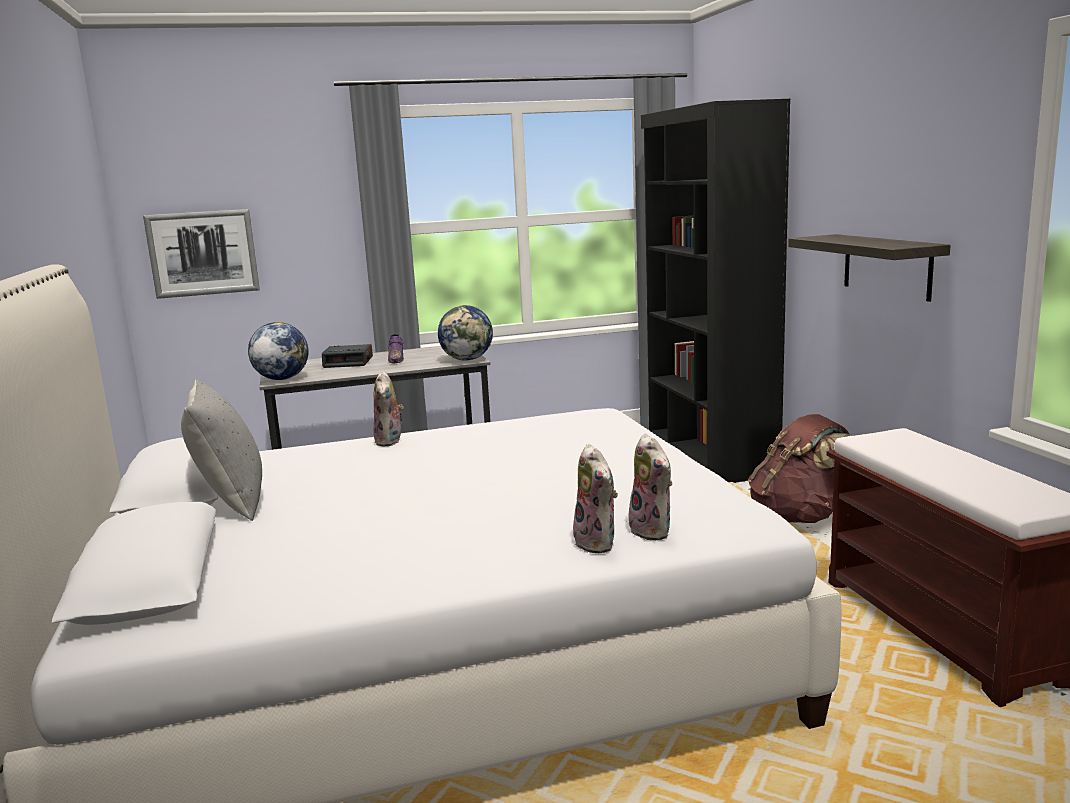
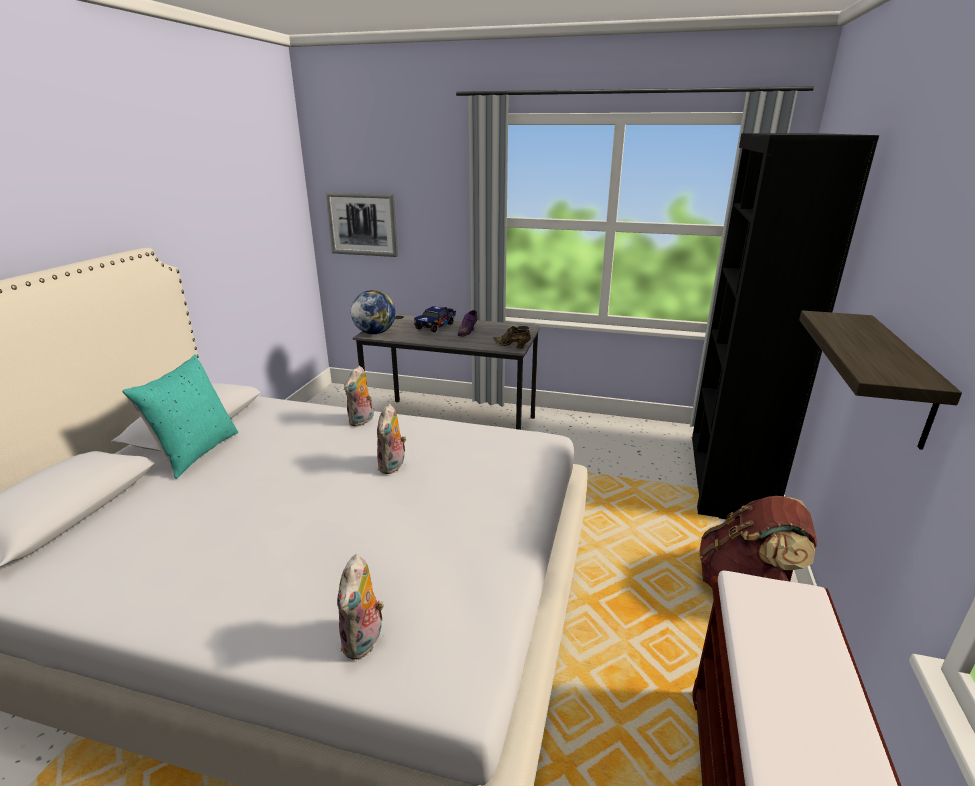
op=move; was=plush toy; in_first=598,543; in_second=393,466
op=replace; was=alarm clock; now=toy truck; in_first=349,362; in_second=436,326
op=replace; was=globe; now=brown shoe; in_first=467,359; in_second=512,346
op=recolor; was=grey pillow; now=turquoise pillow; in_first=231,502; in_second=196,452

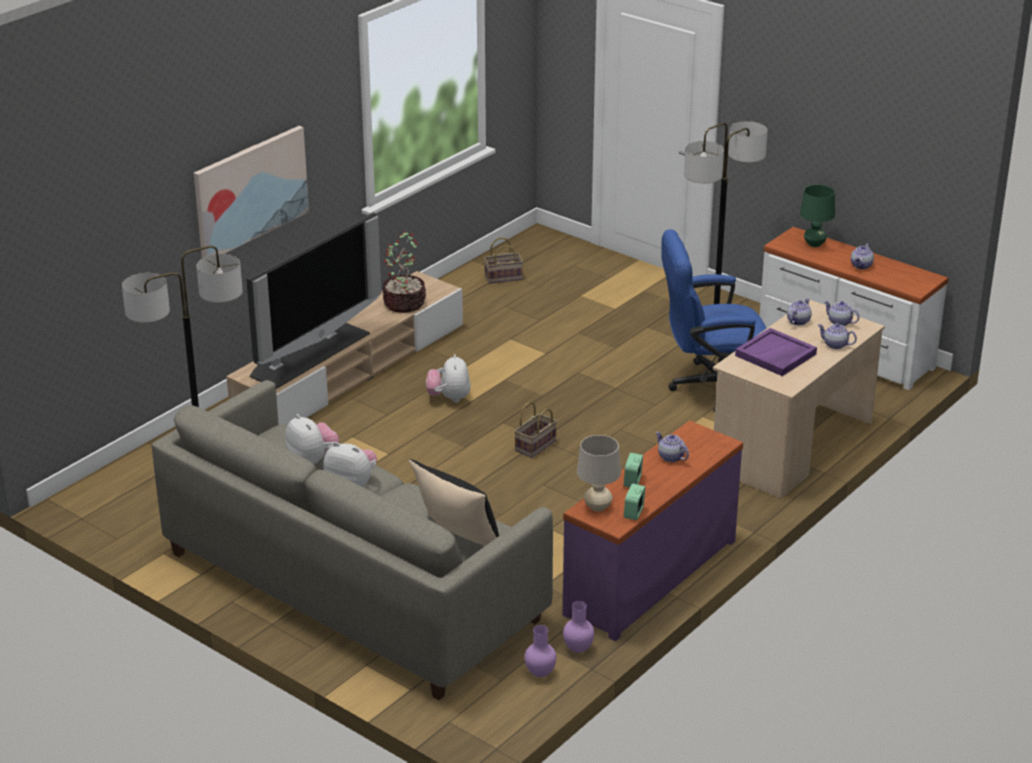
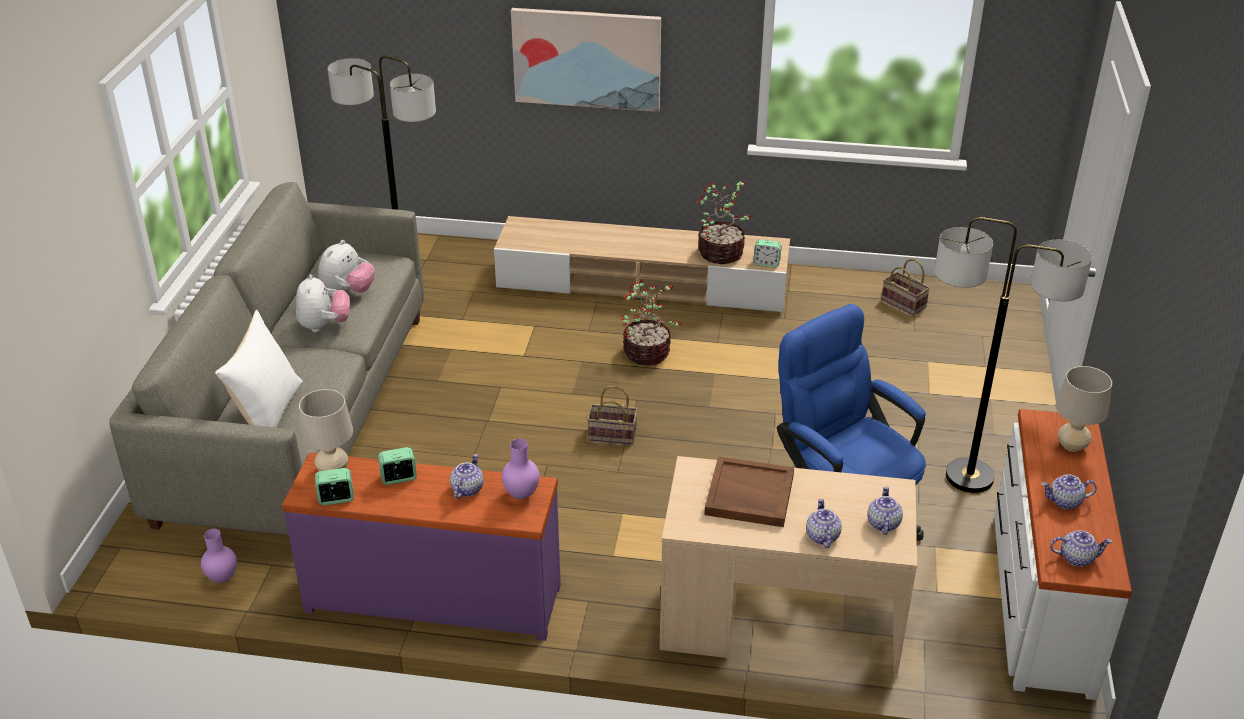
op=delete; was=television; in_first=308,353
op=insert; now=alarm clock; in_second=766,263
op=move; was=purple vase; in_first=577,649; in_second=522,494
op=move; was=teapot; in_first=798,321; in_second=1077,558
op=replace; was=plush toy; now=potted plant; in_first=449,398; in_second=648,353
op=recolor; was=black pillow; now=white pillow; in_first=457,538; in_second=268,413
op=recolor; was=purple tray; now=brown tray; in_first=775,355; in_second=748,495
op=recolor; was=green table lamp; now=beige table lamp; in_first=814,244; in_second=1072,446

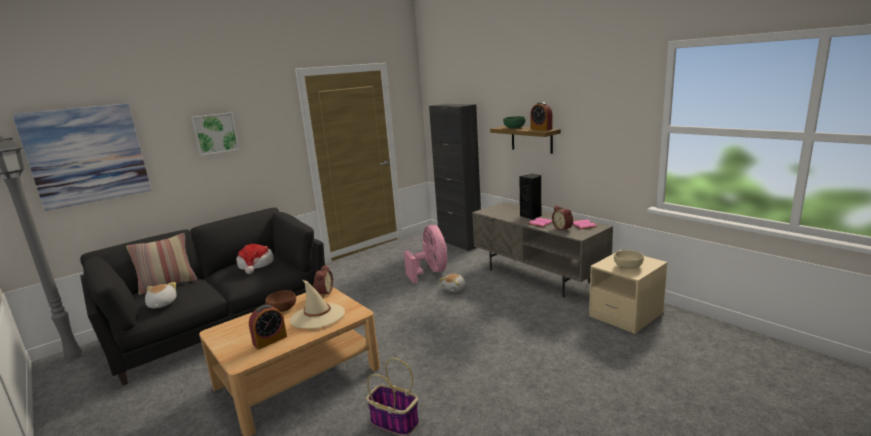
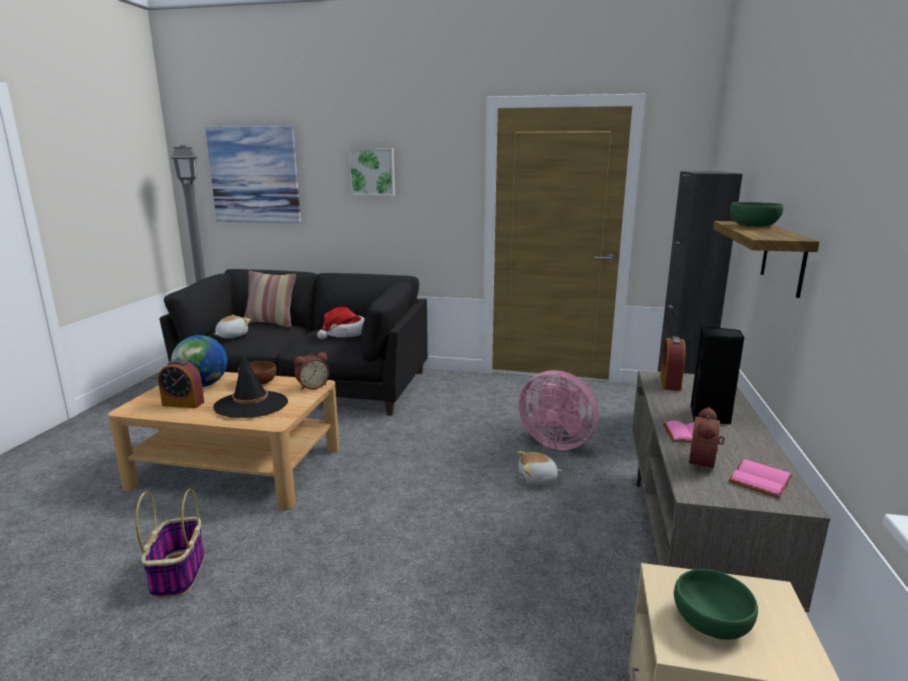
op=insert; now=globe; in_second=202,385
op=move; was=alarm clock; in_first=541,129; in_second=670,383
op=recolor; was=beige hat; now=black hat; in_first=317,316; in_second=251,405
op=recolor; was=beige bowl; now=green bowl; in_first=628,266; in_second=712,622
op=rotate; was=pink fan; in_first=430,272; in_second=556,442; clockwise=90

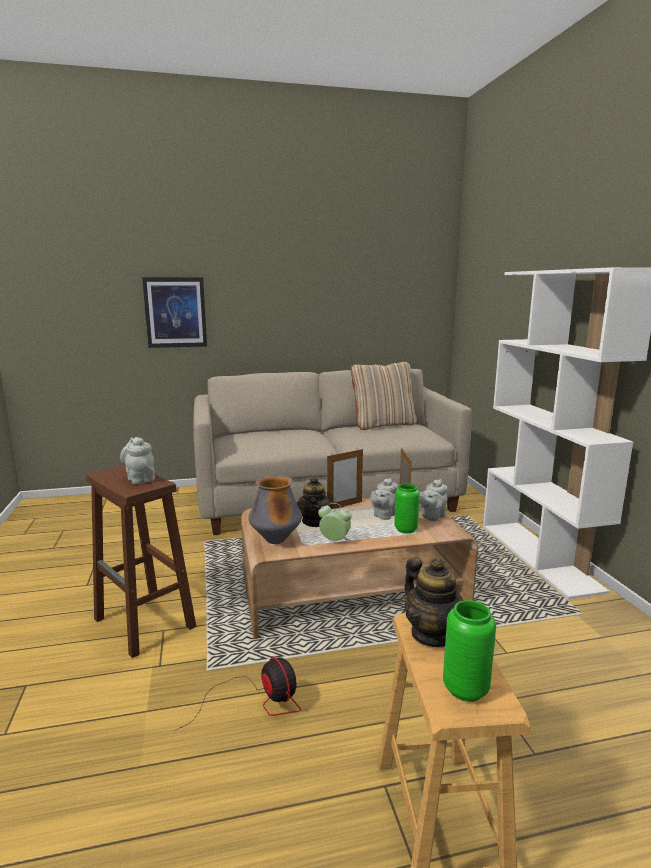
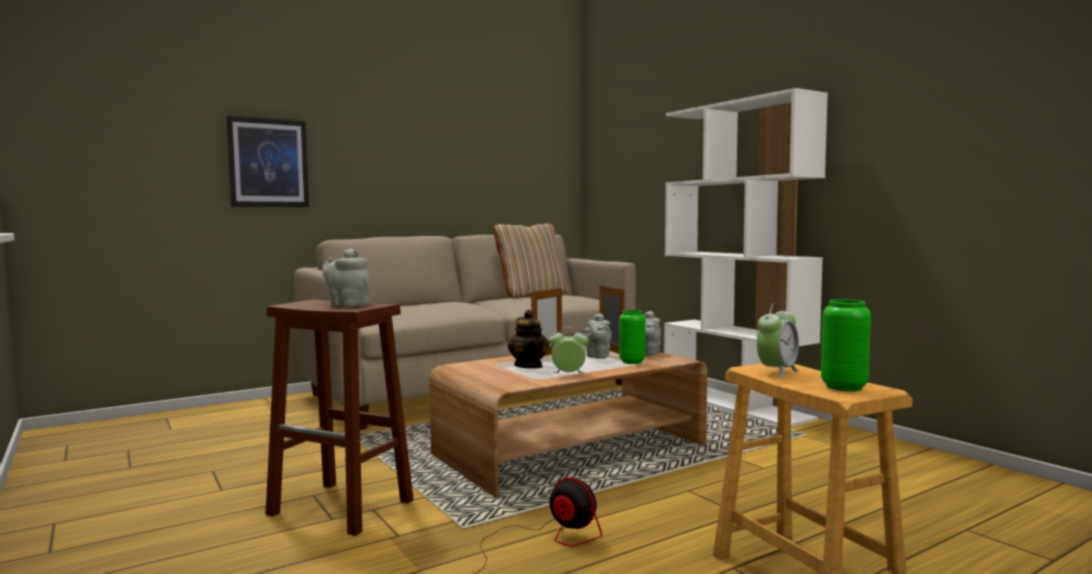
op=delete; was=vase; in_first=276,540
op=replace; was=teapot; now=alarm clock; in_first=433,635; in_second=777,372

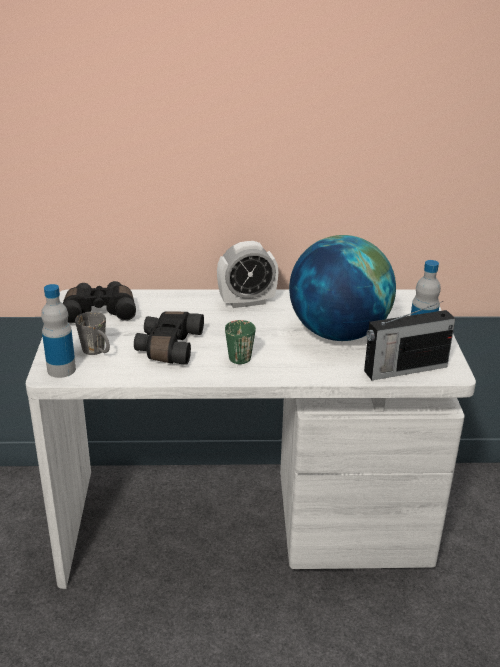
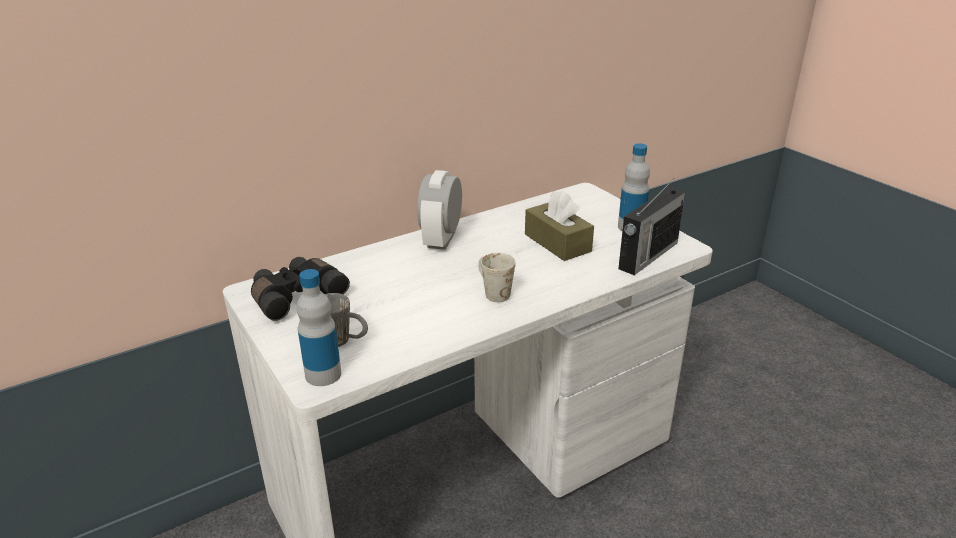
op=delete; was=black binoculars; in_first=168,347
op=replace; was=globe; now=brown tissue box; in_first=338,333; in_second=557,243
op=recolor; was=green mug; now=white mug; in_first=239,354; in_second=492,292
op=rotate; was=alarm clock; in_first=247,302; in_second=441,239; clockwise=150

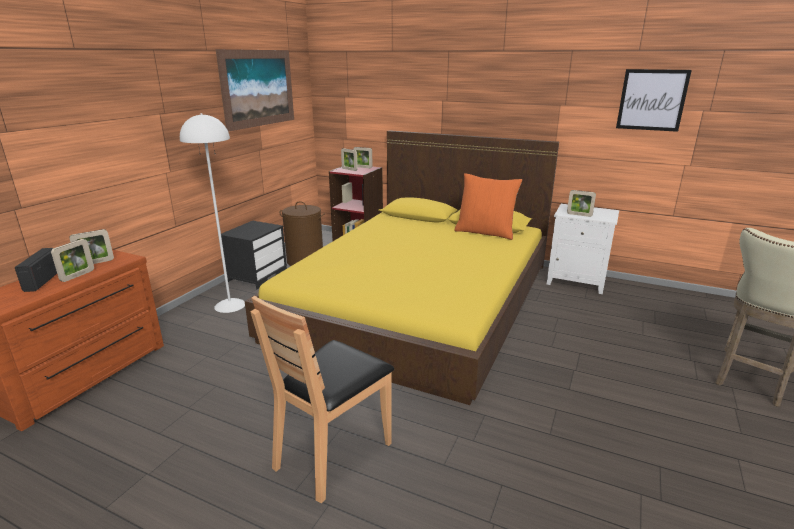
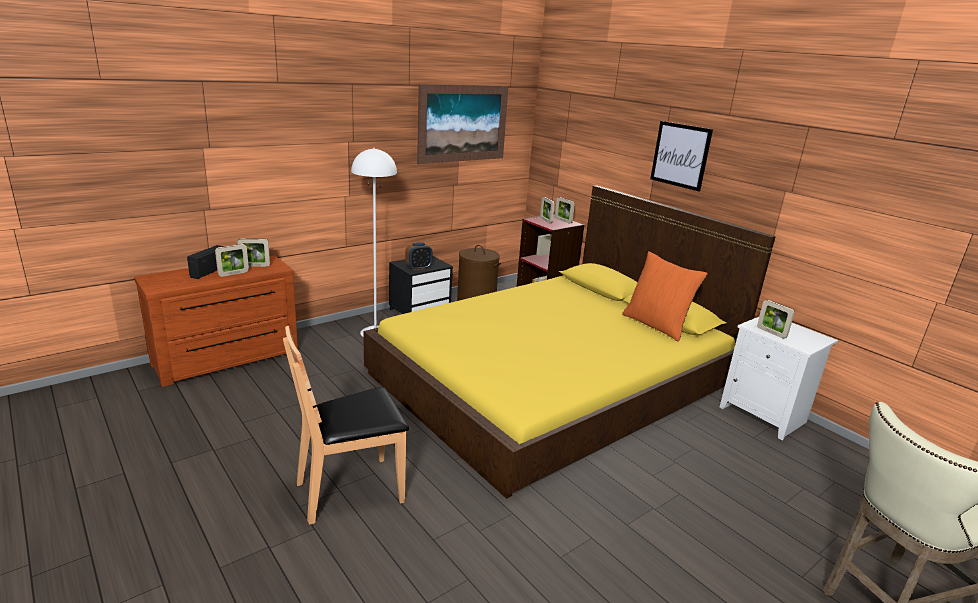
op=insert; now=alarm clock; in_second=418,268
op=move; was=picture; in_first=652,100; in_second=680,155

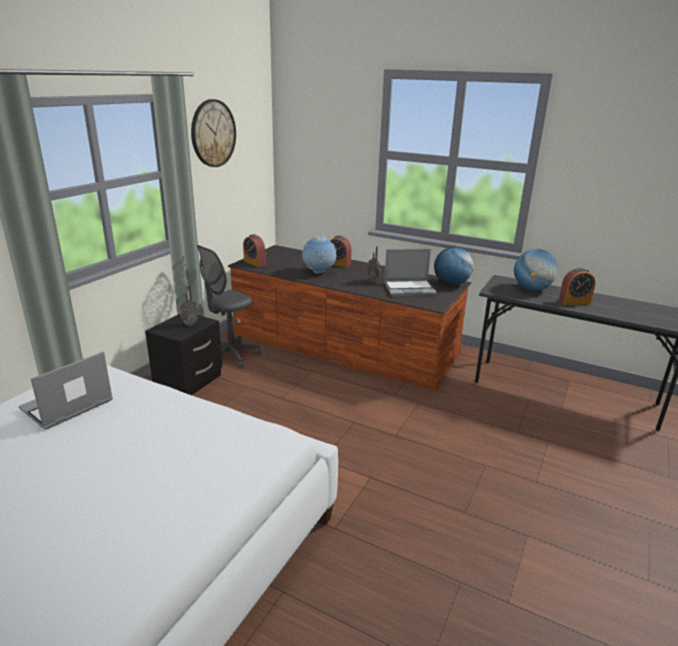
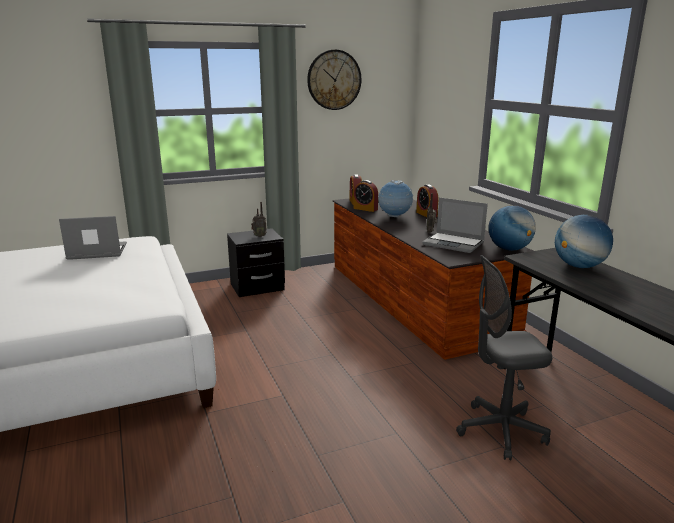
op=move; was=grey office chair; in_first=230,356; in_second=501,431
op=move; was=alarm clock; in_first=574,302; in_second=365,209

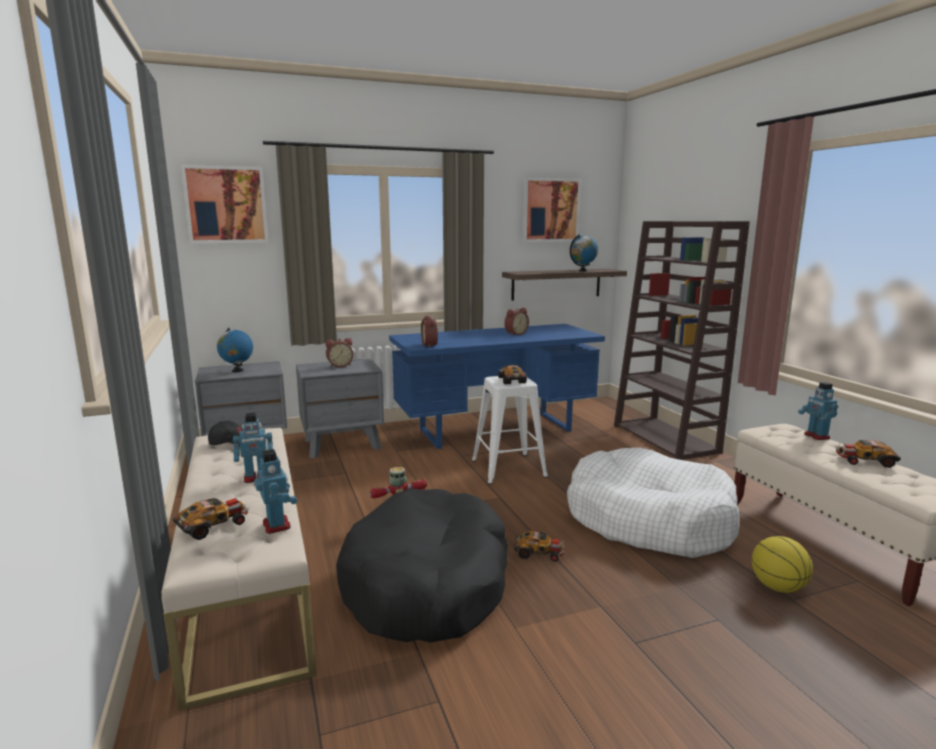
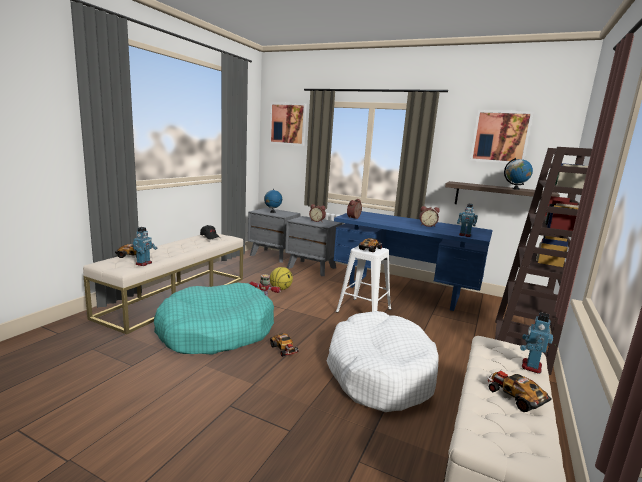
op=move; was=toy robot; in_first=256,478; in_second=464,235
op=move; was=basketball; in_first=777,587; in_second=280,289
op=recolor; was=black dog bed; now=turquoise dog bed; in_first=427,584; in_second=216,331

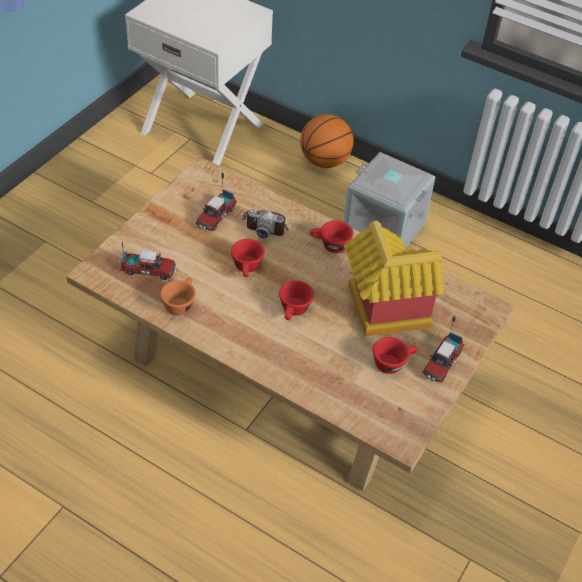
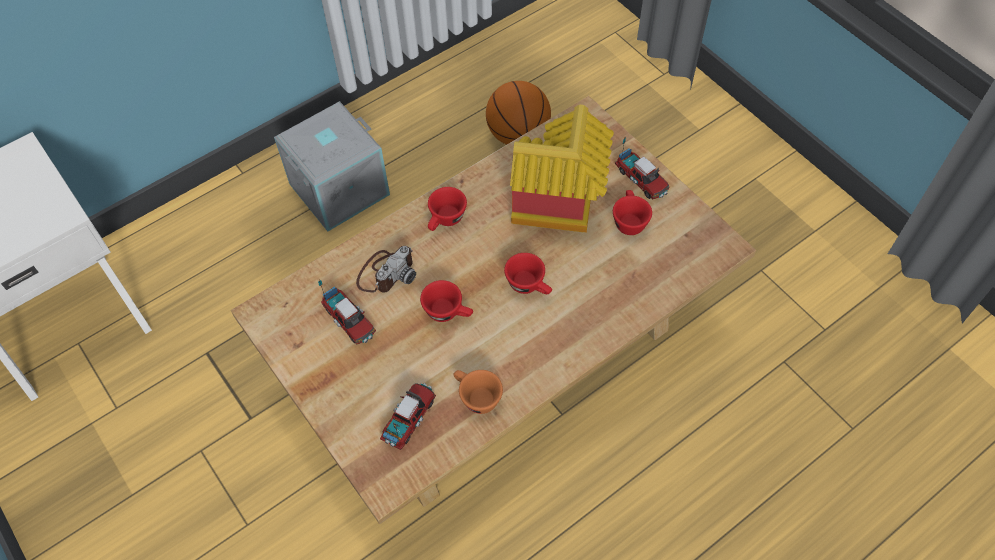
op=move; was=basketball; in_first=324,161; in_second=518,135

